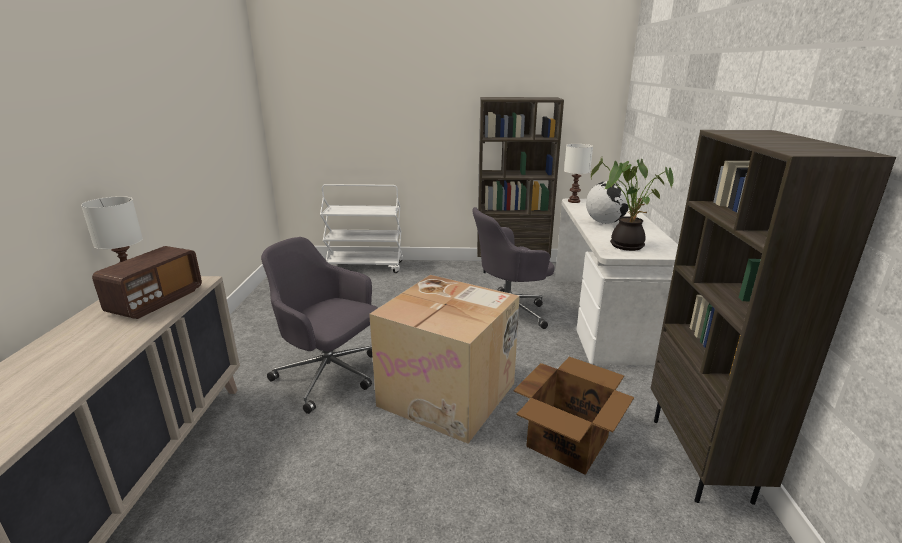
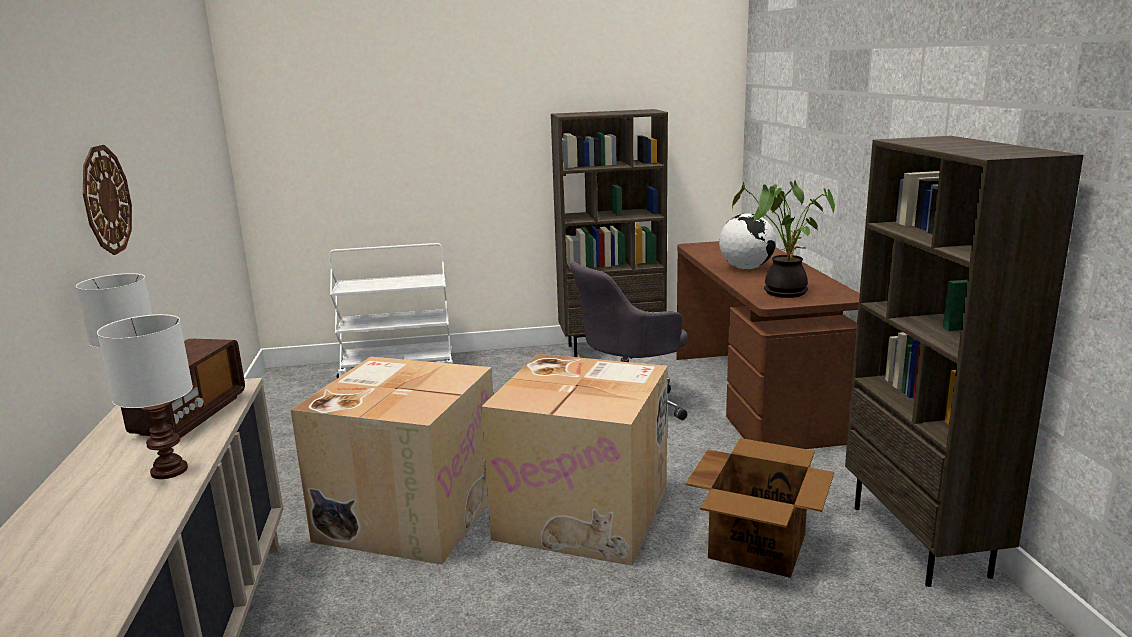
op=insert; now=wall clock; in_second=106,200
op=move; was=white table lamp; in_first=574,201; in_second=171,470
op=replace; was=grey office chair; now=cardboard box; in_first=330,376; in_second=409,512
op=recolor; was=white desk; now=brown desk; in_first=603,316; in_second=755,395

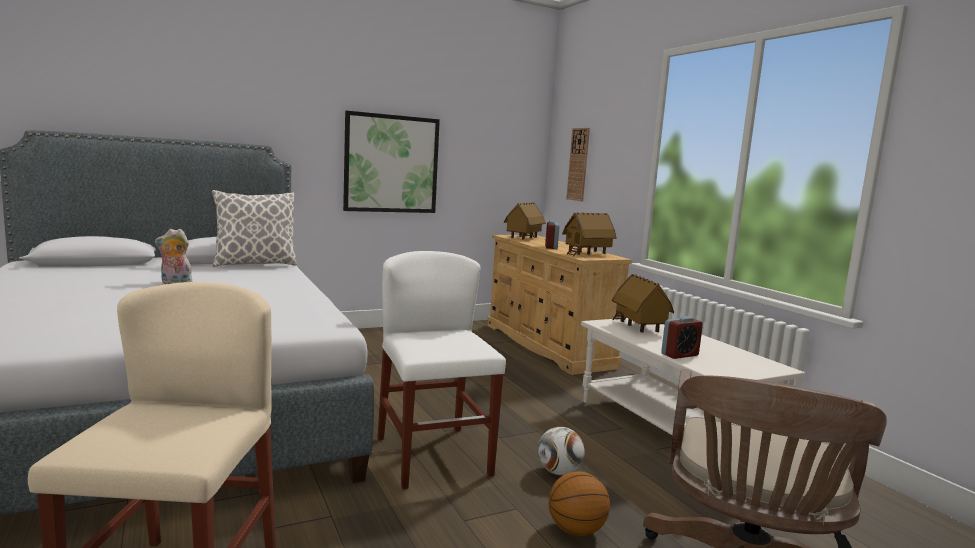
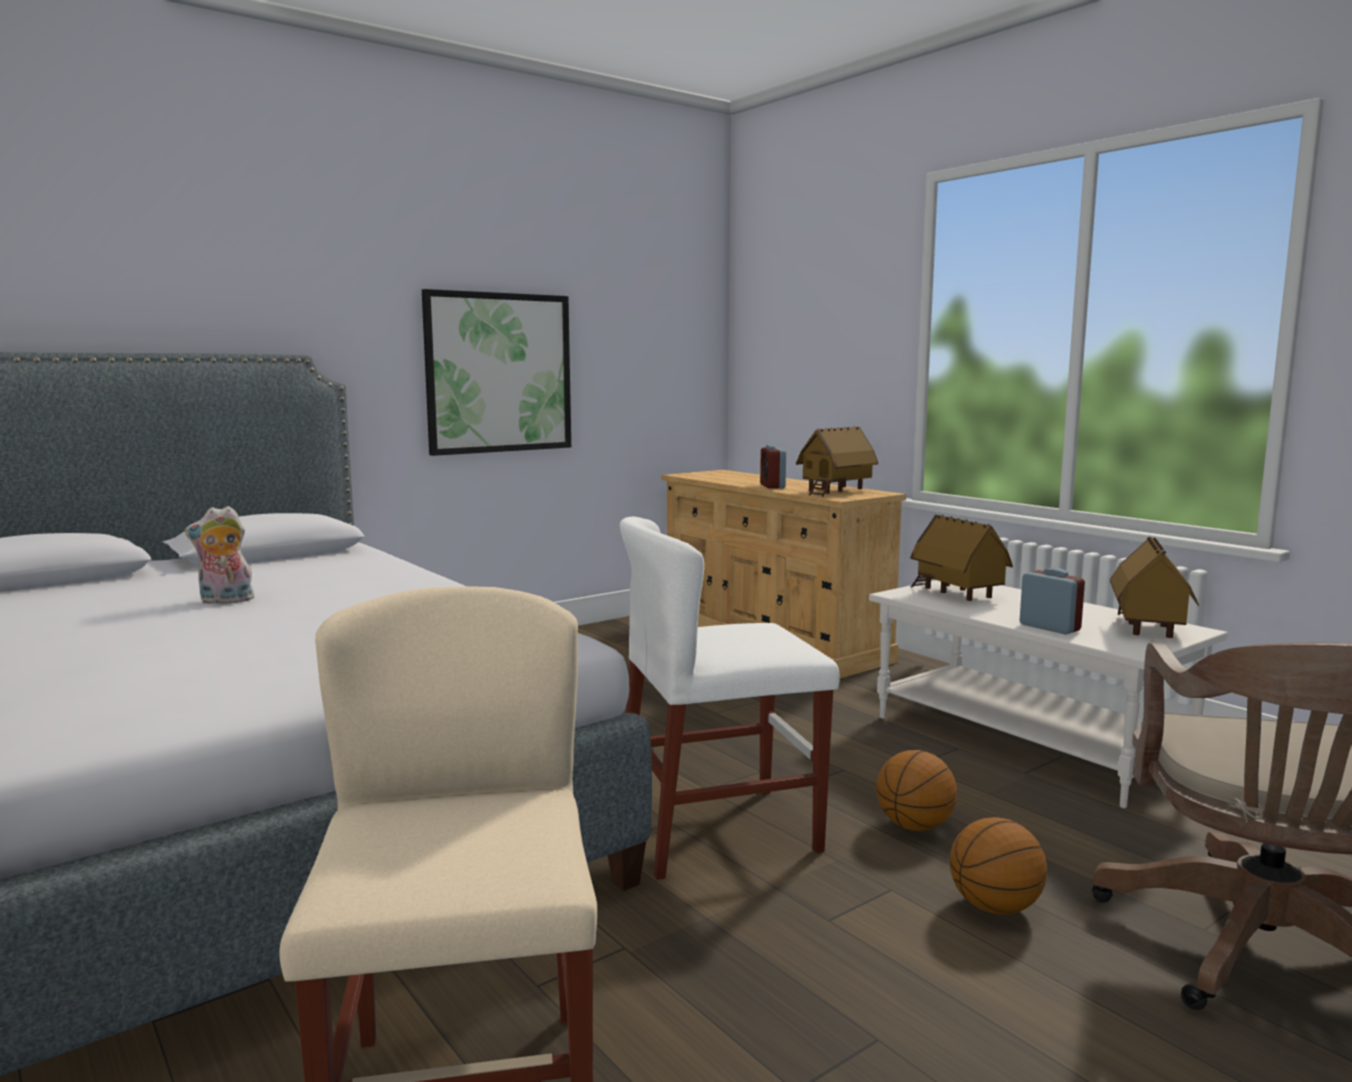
op=delete; was=pillow; in_first=255,264
op=delete; was=wall clock; in_first=578,164
op=move; was=toy house; in_first=523,238; in_second=1147,629
op=replace; was=football; now=basketball; in_first=559,472; in_second=914,826
op=rotate; was=white chair; in_first=433,456; in_second=717,830; clockwise=-75
op=rotate; was=alarm clock; in_first=679,355; in_second=1049,627; clockwise=-90

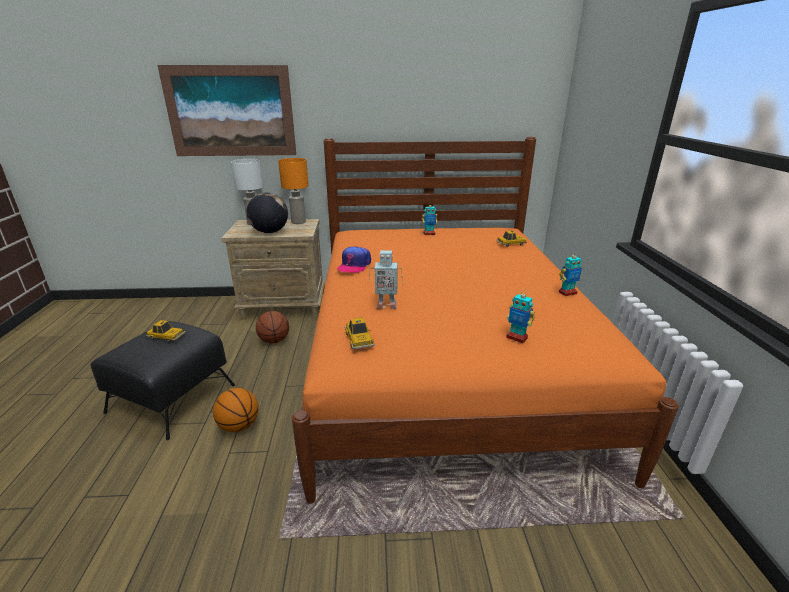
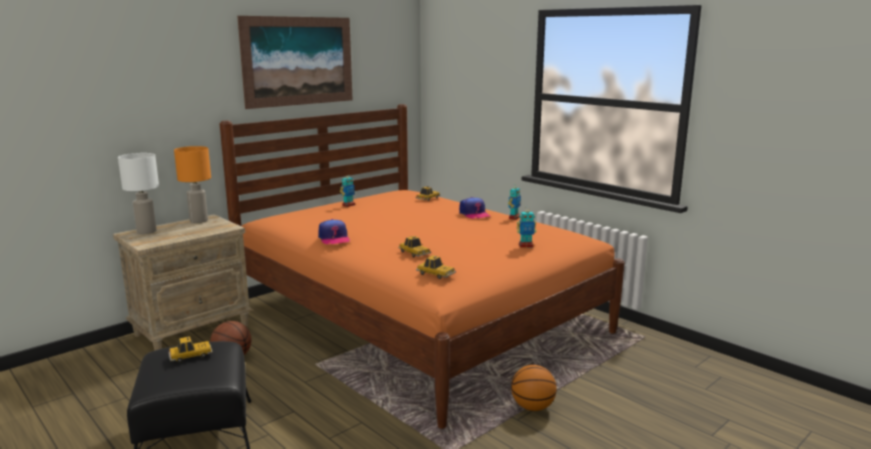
op=delete; was=globe; in_first=270,232
op=insert; now=cap; in_second=474,214
op=move; was=picture; in_first=230,112; in_second=298,61
op=move; was=basketball; in_first=239,426; in_second=533,407
op=replace; was=toy robot; now=toy car; in_first=386,305; in_second=414,253

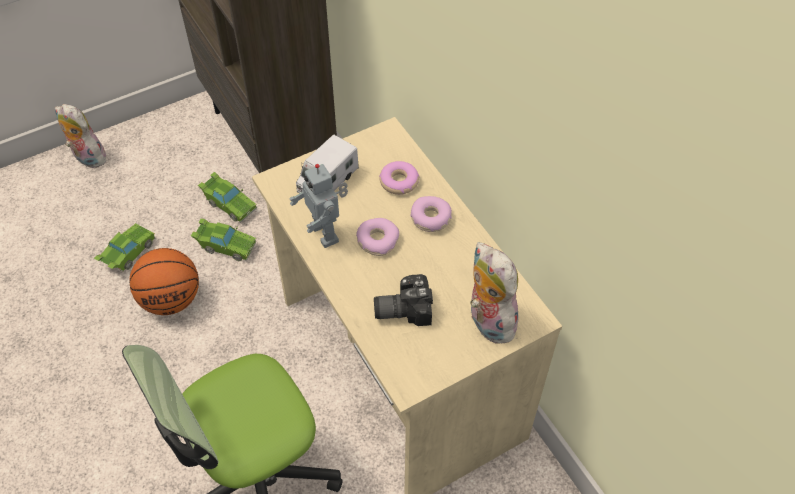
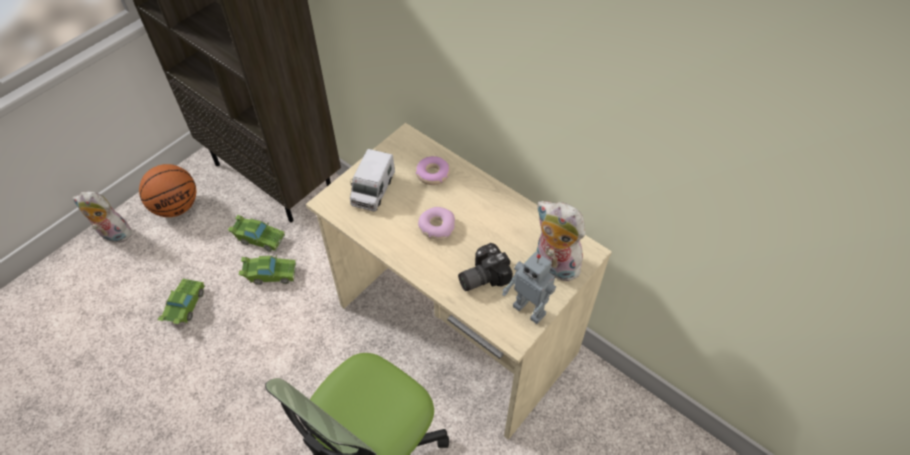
op=delete; was=donut; in_first=430,218
op=move; was=basketball; in_first=171,299; in_second=176,206
op=move; was=toy robot; in_first=326,233; in_second=530,309

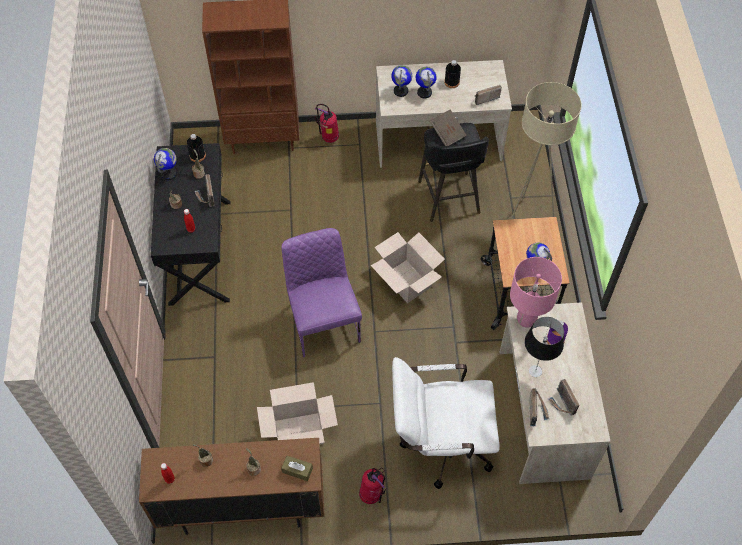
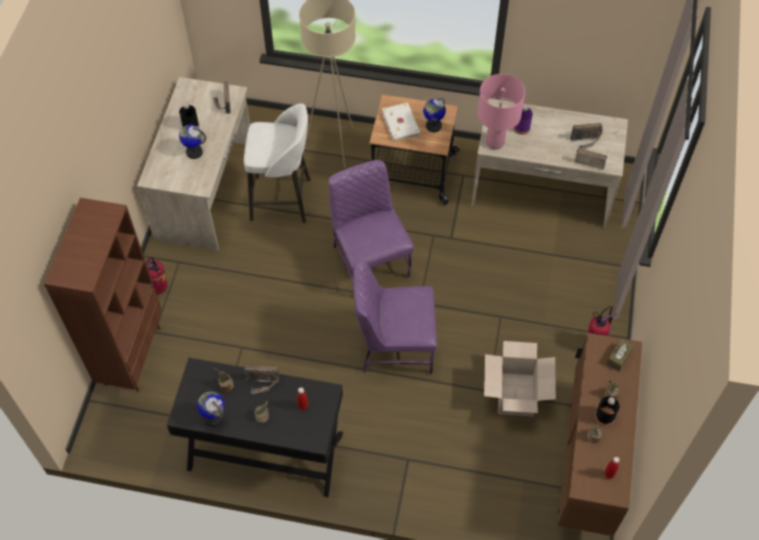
op=delete; was=globe; in_first=401,91
op=delete; was=white office chair; in_first=439,443
op=delete; was=brown book; in_first=447,133
op=delete; was=table lamp; in_first=535,370
op=insert; now=white book; in_second=401,123
op=move; was=black bottle; in_first=197,155; in_second=604,416
op=replace; was=cardboard box; now=purple chair; in_first=407,281; in_second=369,260
op=recolor; was=black stool; now=white stool; in_first=449,199; in_second=283,200

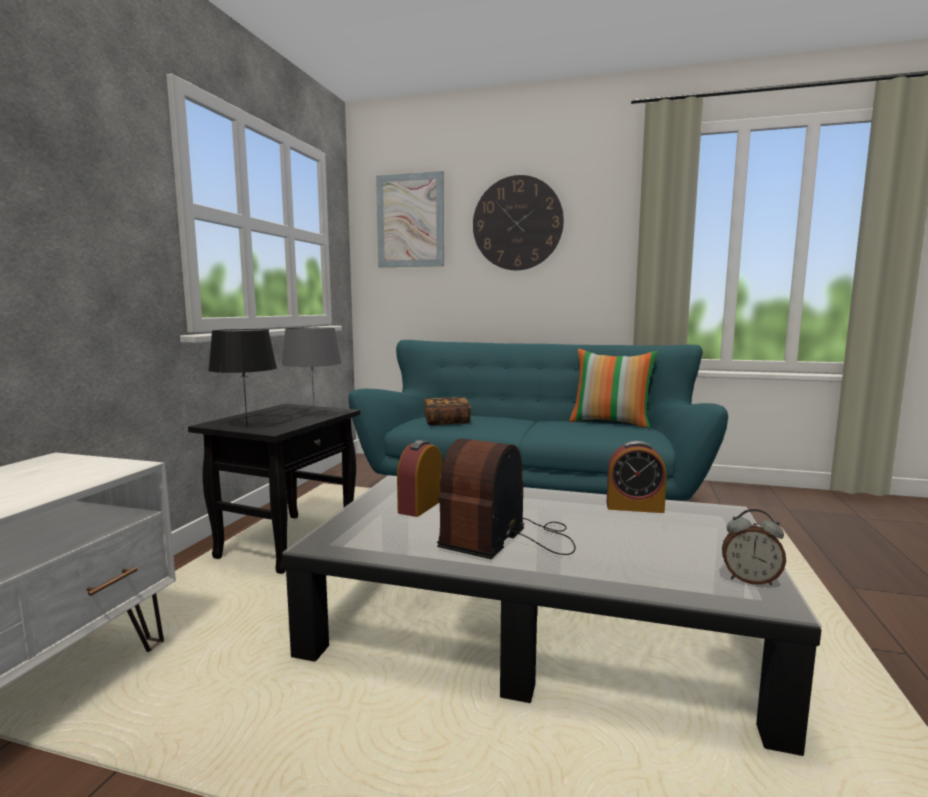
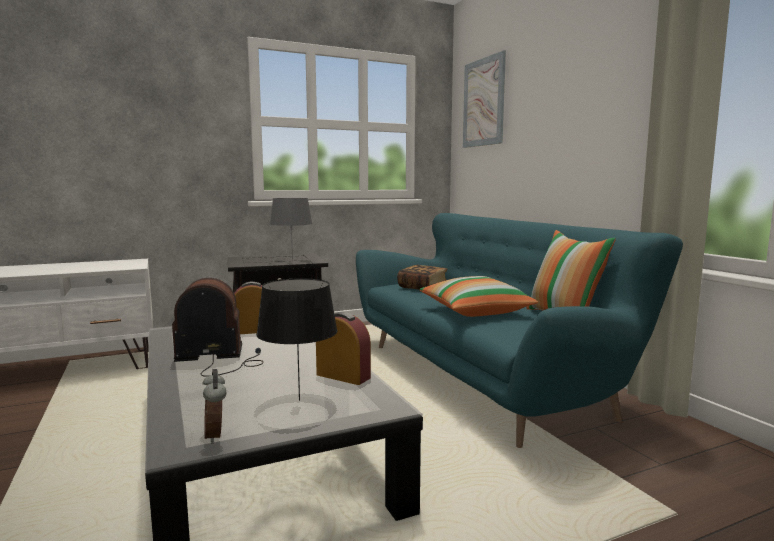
op=delete; was=wall clock; in_first=517,223
op=insert; now=pillow; in_second=474,311
op=move; was=black table lamp; in_first=246,425; in_second=299,400
op=rotate; was=alarm clock; in_first=634,507; in_second=343,376; clockwise=150

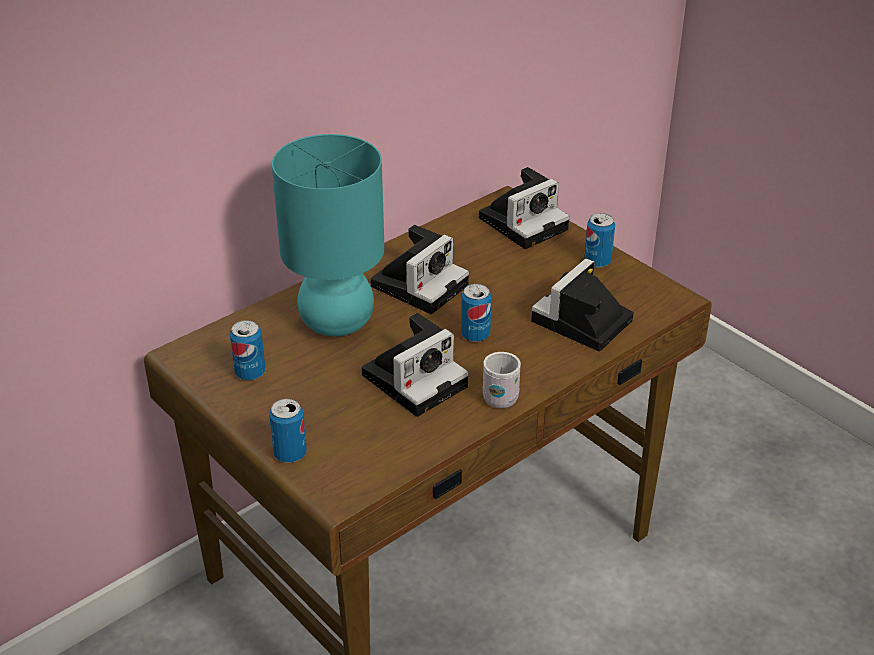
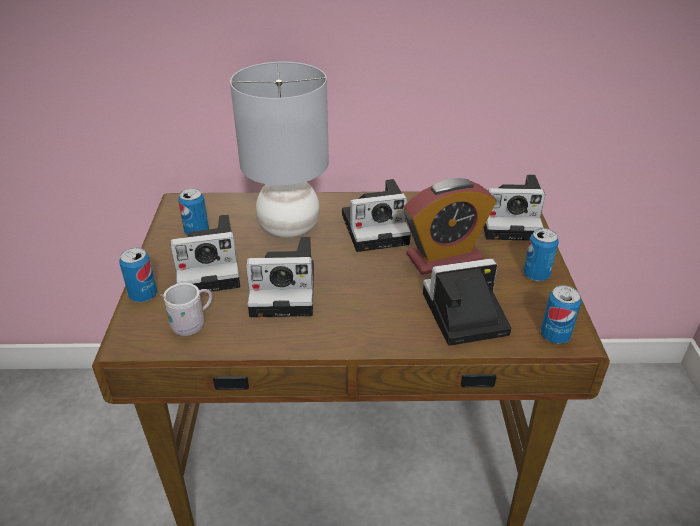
op=insert; now=photo camera; in_second=211,267
op=insert; now=alarm clock; in_second=444,258
op=move; was=can; in_first=475,335; in_second=555,335
op=move; was=white mug; in_first=500,395; in_second=193,324
op=recolor; was=turquoise table lamp; now=grey table lamp; in_first=335,323; in_second=288,227

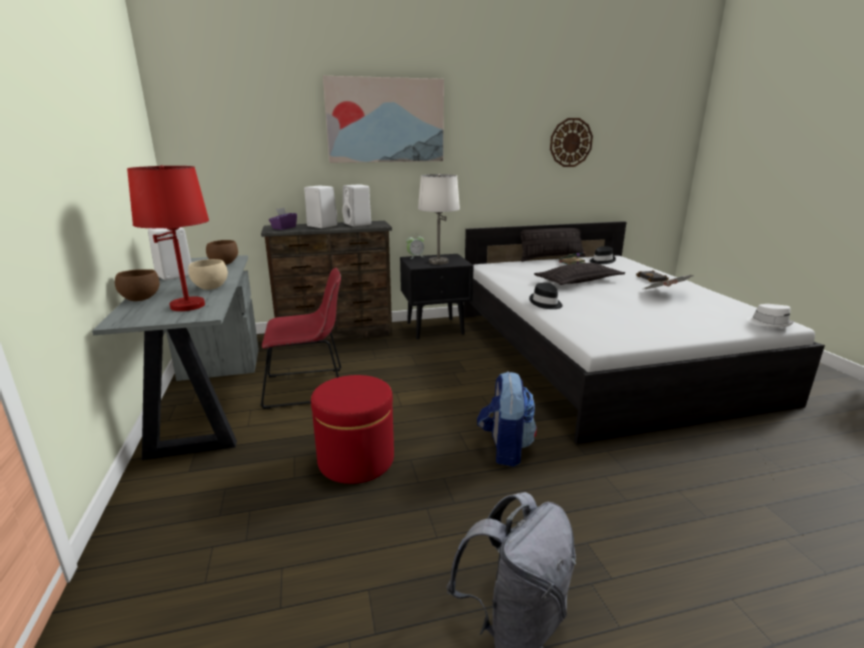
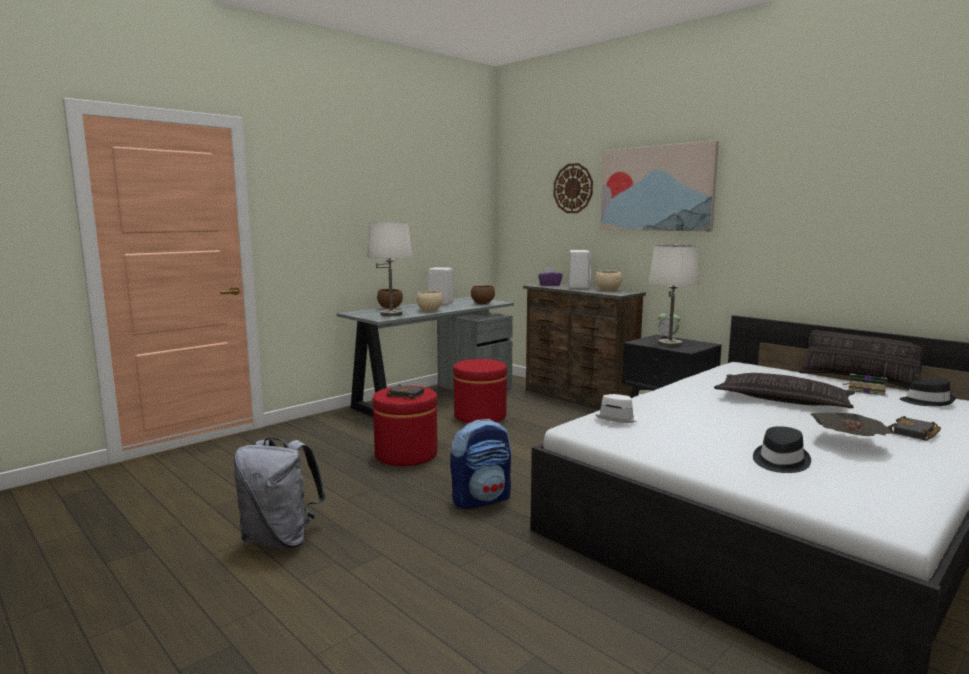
op=insert; now=black book; in_second=407,394
op=move; was=black hat; in_first=545,303; in_second=779,461
op=move; was=wall clock; in_first=570,142; in_second=573,188
op=move; was=white hat; in_first=769,323; in_second=617,418
op=replace; was=red chair; now=red ottoman; in_first=309,387; in_second=480,416
op=replace; was=white speaker; now=beige bowl; in_first=358,224; in_second=608,290
op=recolor; was=red table lamp; now=white table lamp; in_first=187,306; in_second=391,314

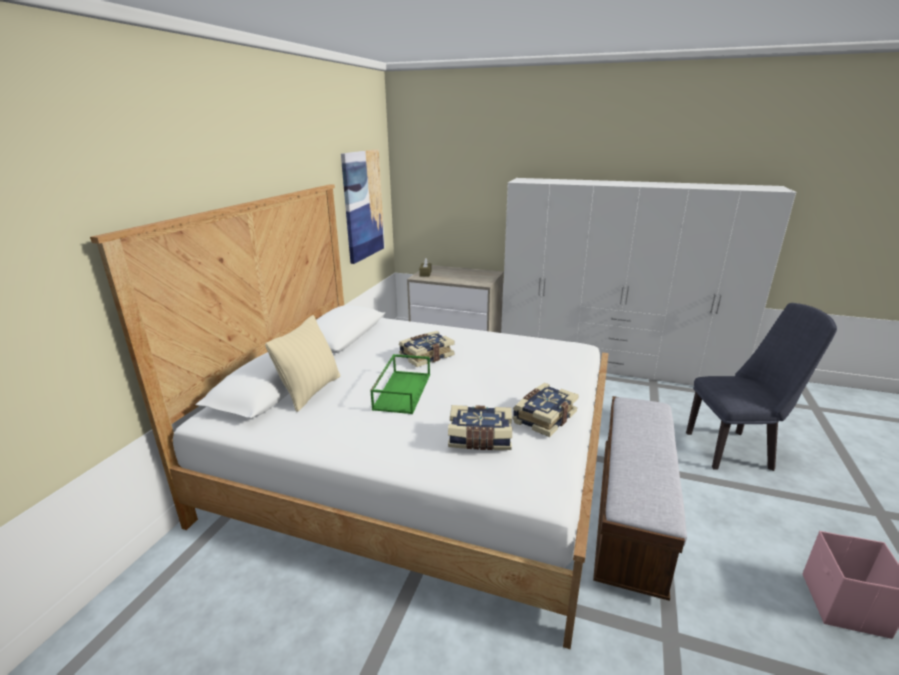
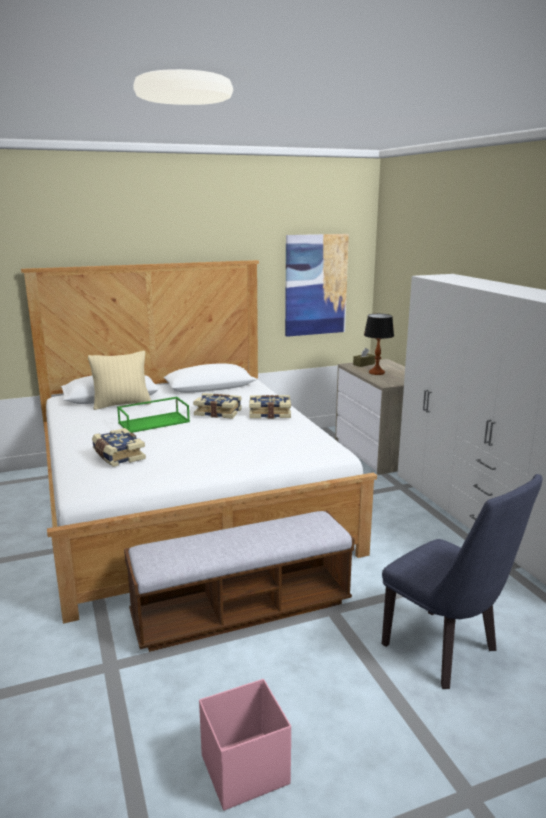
op=insert; now=table lamp; in_second=376,373
op=move; was=book; in_first=543,417; in_second=270,413

